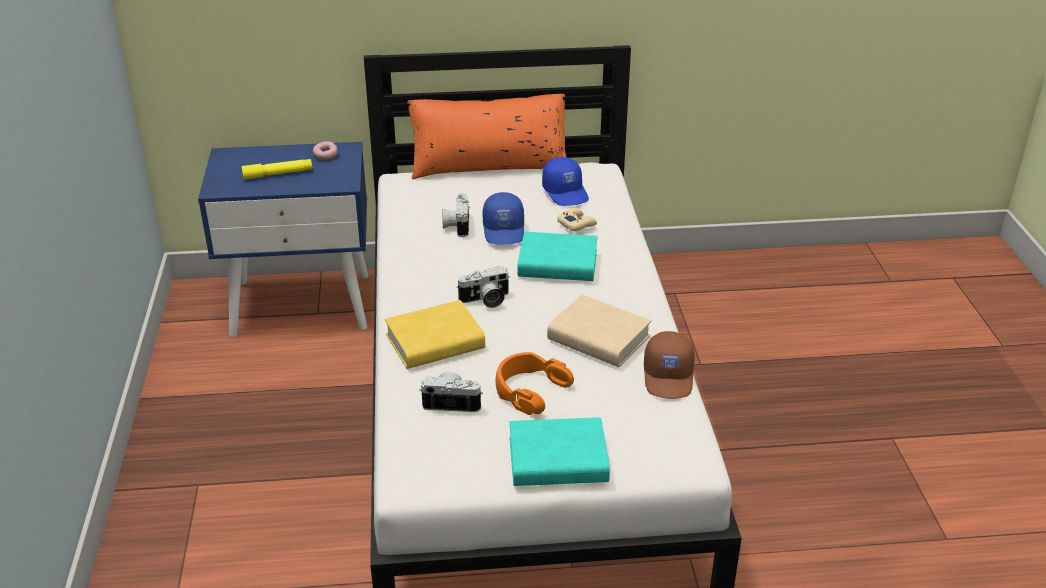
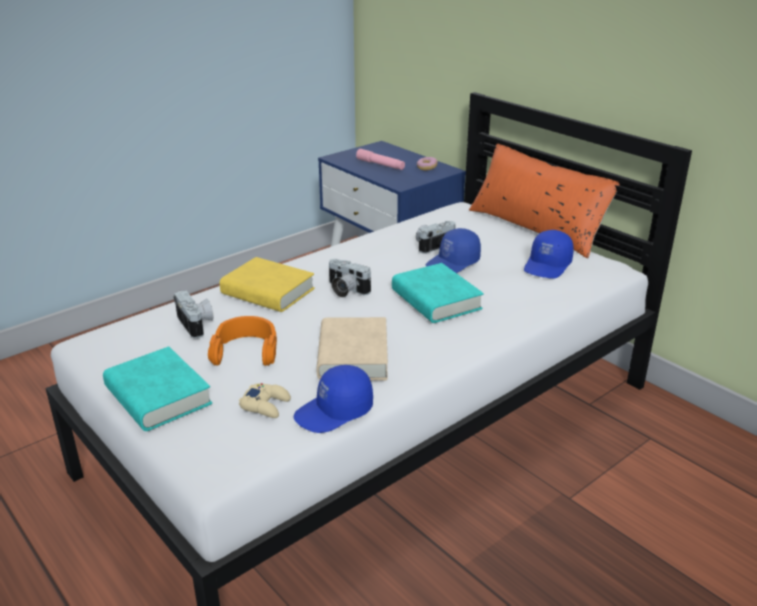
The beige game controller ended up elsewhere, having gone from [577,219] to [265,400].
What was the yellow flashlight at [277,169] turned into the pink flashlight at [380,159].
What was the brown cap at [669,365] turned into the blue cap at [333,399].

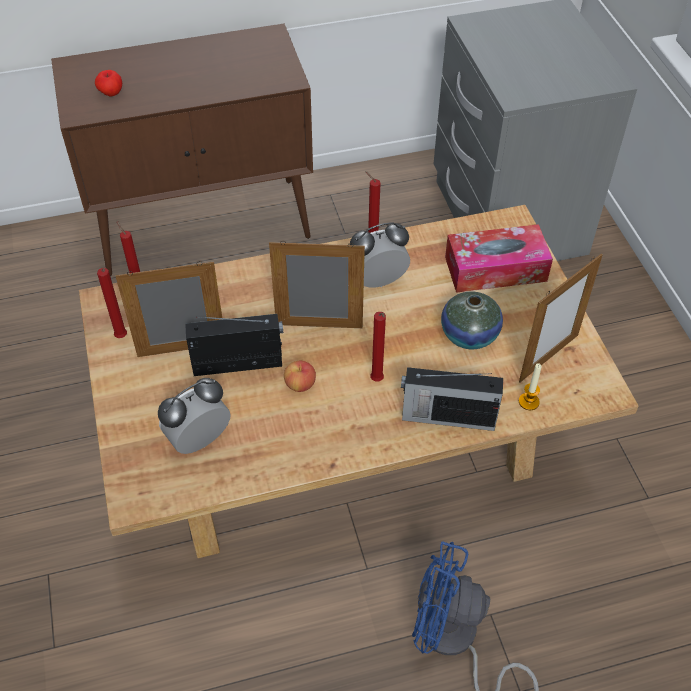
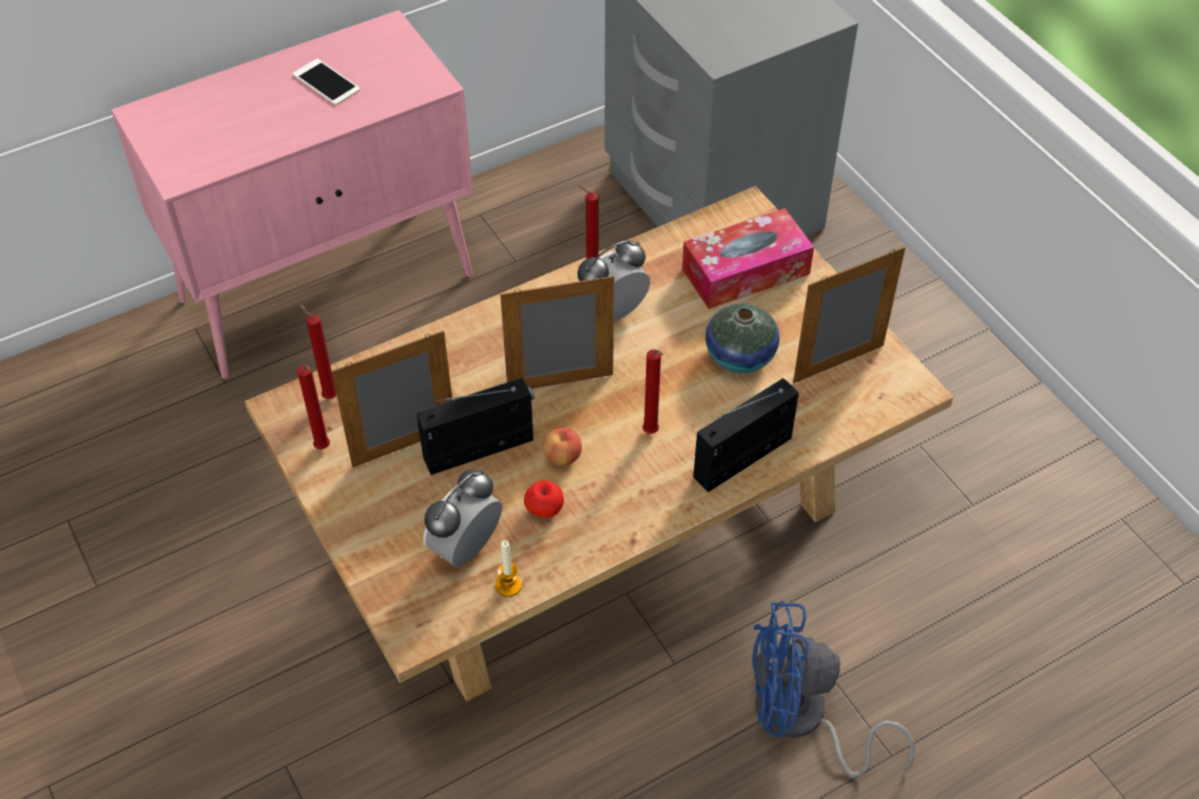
The second view gained the phone at [326,82].
The apple ended up elsewhere, having gone from [108,83] to [544,499].
The candle ended up elsewhere, having gone from [530,386] to [508,568].
What was the brown cabinet at [182,150] turned into the pink cabinet at [292,194].
The radio at [452,399] ended up facing another way, 150 degrees clockwise from before.
The picture frame at [561,317] ended up facing another way, 150 degrees counterclockwise from before.

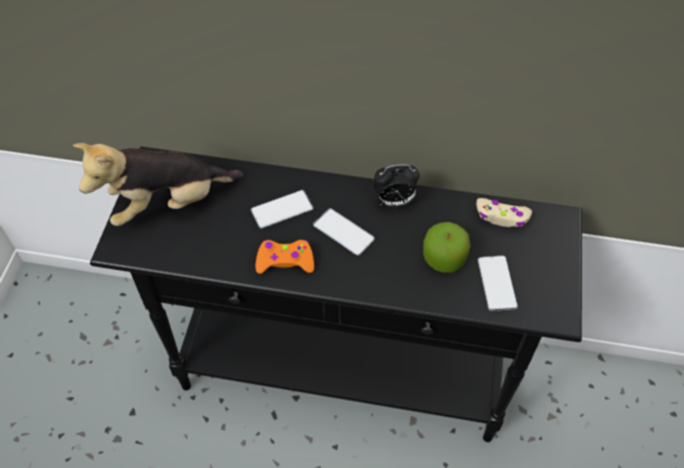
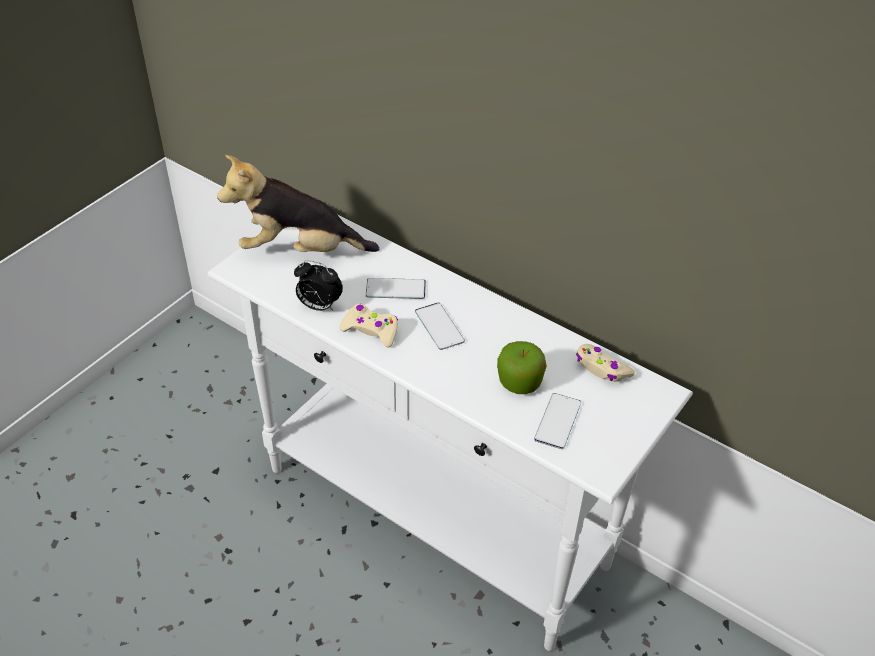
The alarm clock ended up elsewhere, having gone from [396,185] to [318,285].
What was the black console table at [336,294] turned into the white console table at [450,433].
What was the orange game controller at [284,257] turned into the beige game controller at [369,326].

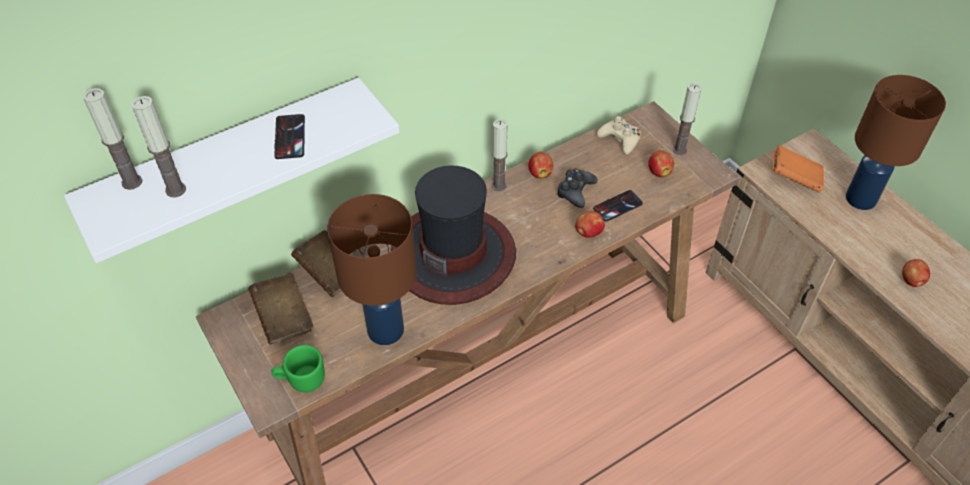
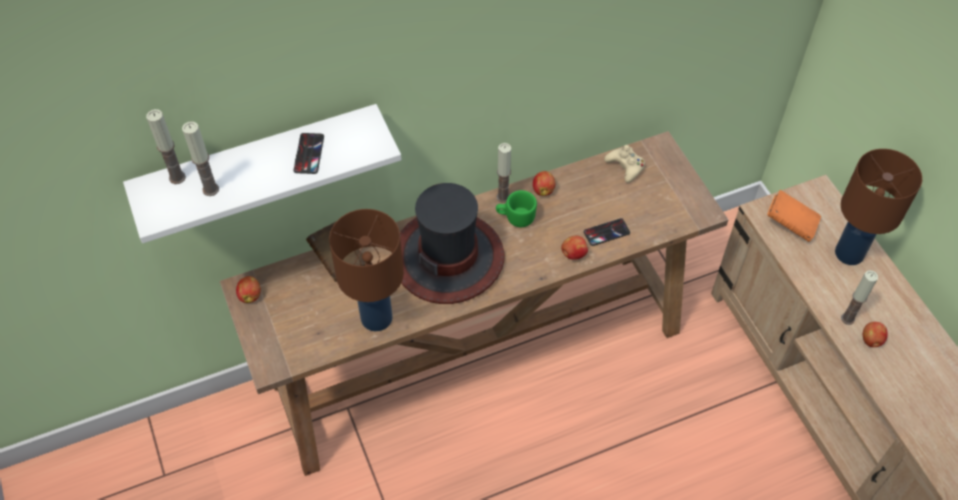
The second view lost the brown book at [281,308].
The second view lost the black game controller at [577,188].
The green mug ended up elsewhere, having gone from [298,368] to [516,208].
The apple ended up elsewhere, having gone from [661,163] to [248,289].
The candle ended up elsewhere, having gone from [687,119] to [859,297].

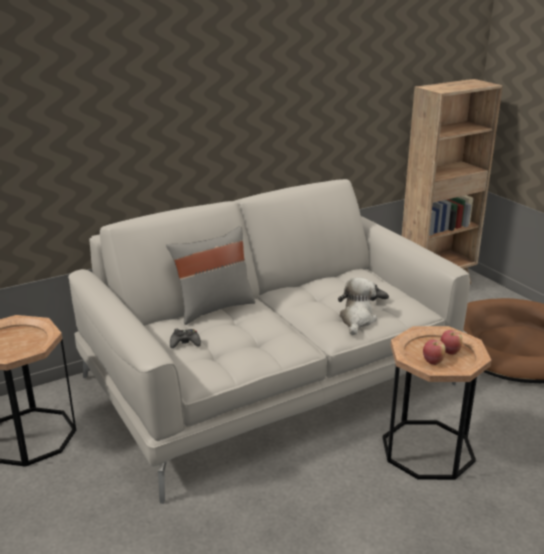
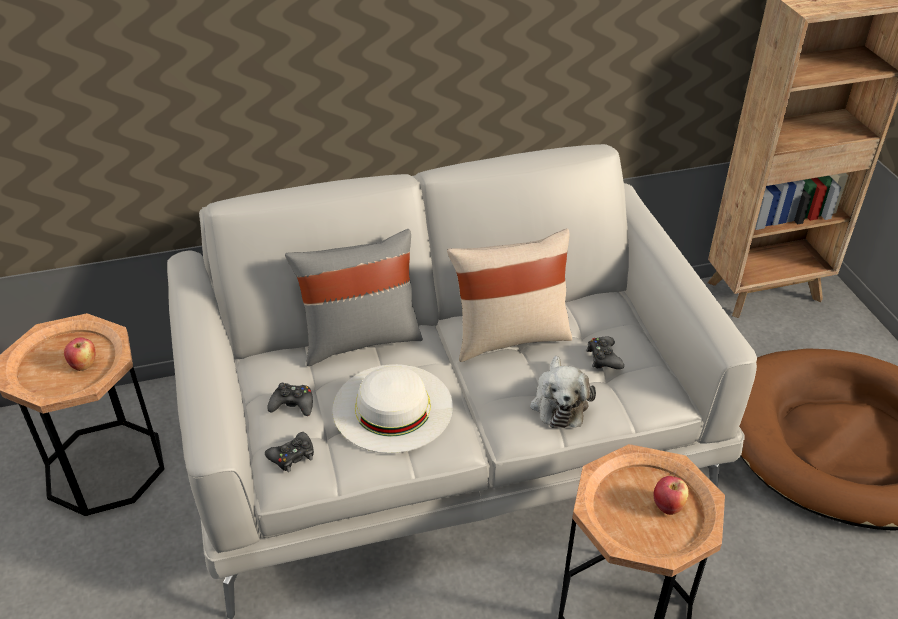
The second view gained the black game controller at [289,452].
The second view gained the white hat at [392,408].
The second view gained the beige pillow at [509,295].
The apple ended up elsewhere, having gone from [434,352] to [80,354].
The plush toy at [357,306] ended up facing another way, 150 degrees clockwise from before.

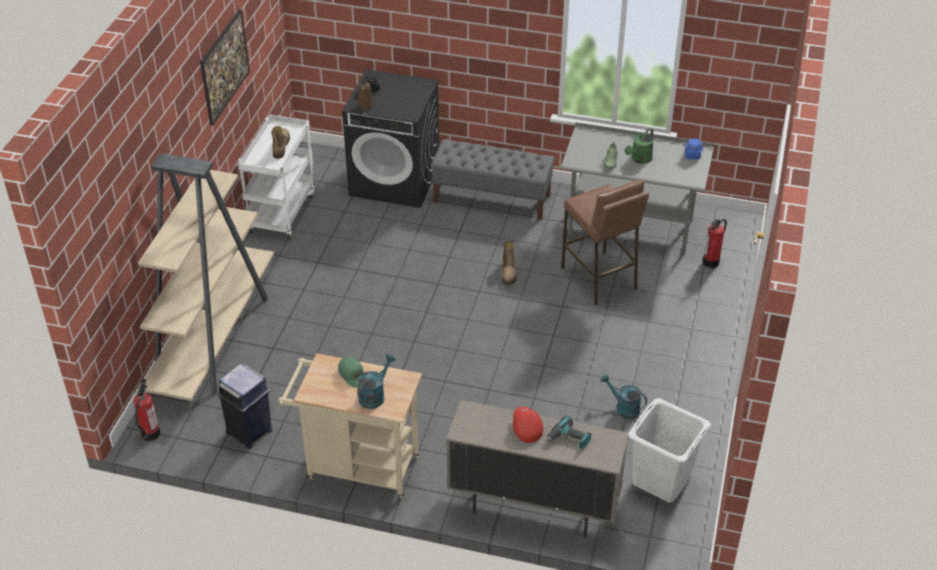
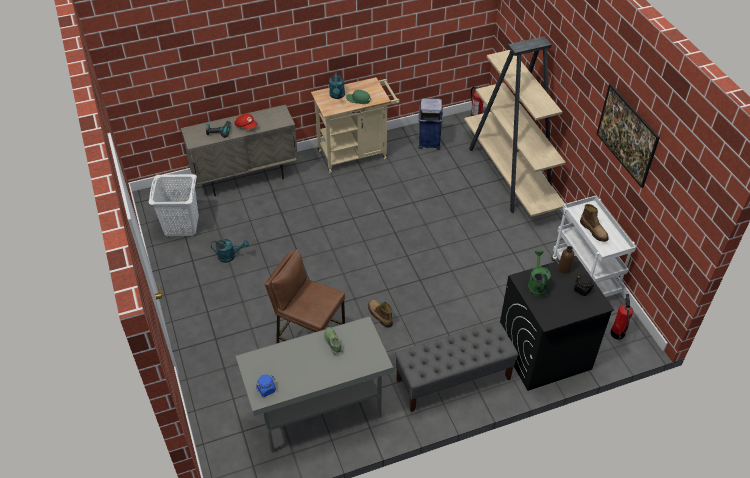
The green watering can ended up elsewhere, having gone from [639,146] to [539,273].
The fire extinguisher ended up elsewhere, having gone from [715,243] to [621,317].

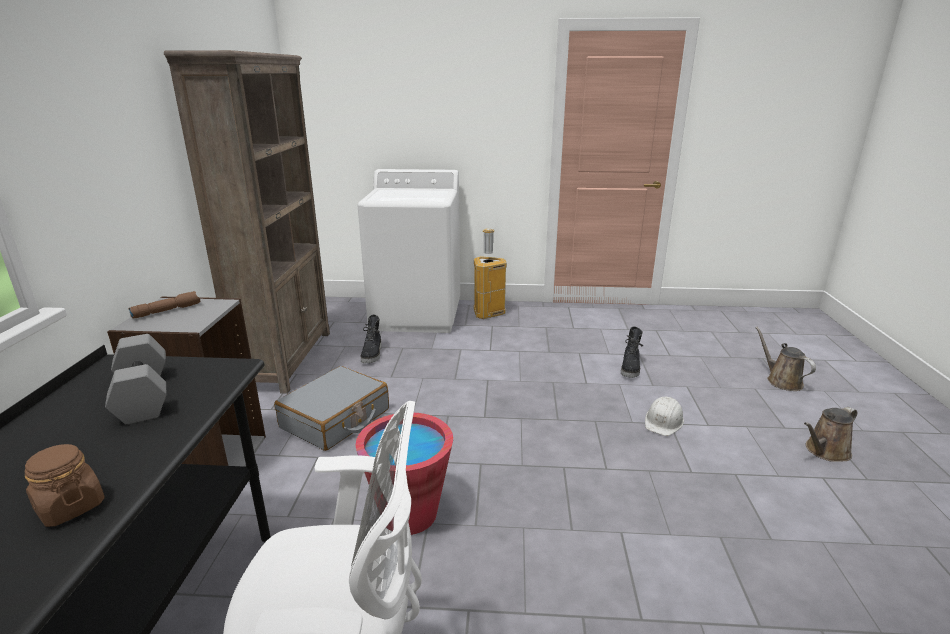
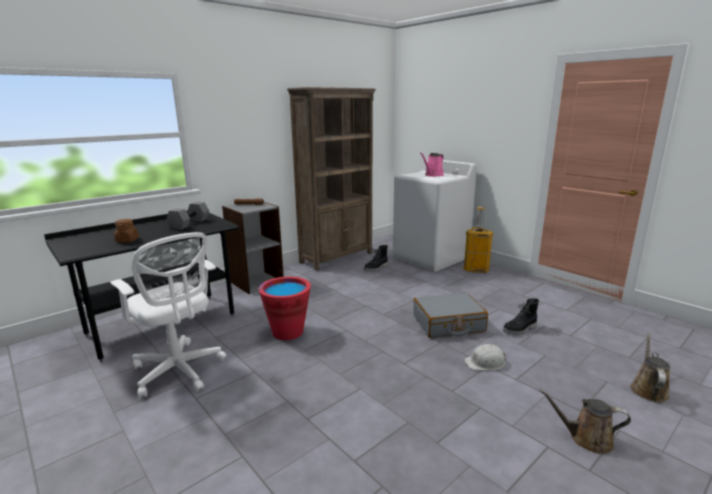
The second view gained the pink watering can at [432,165].
The grey suitcase ended up elsewhere, having gone from [331,408] to [450,315].

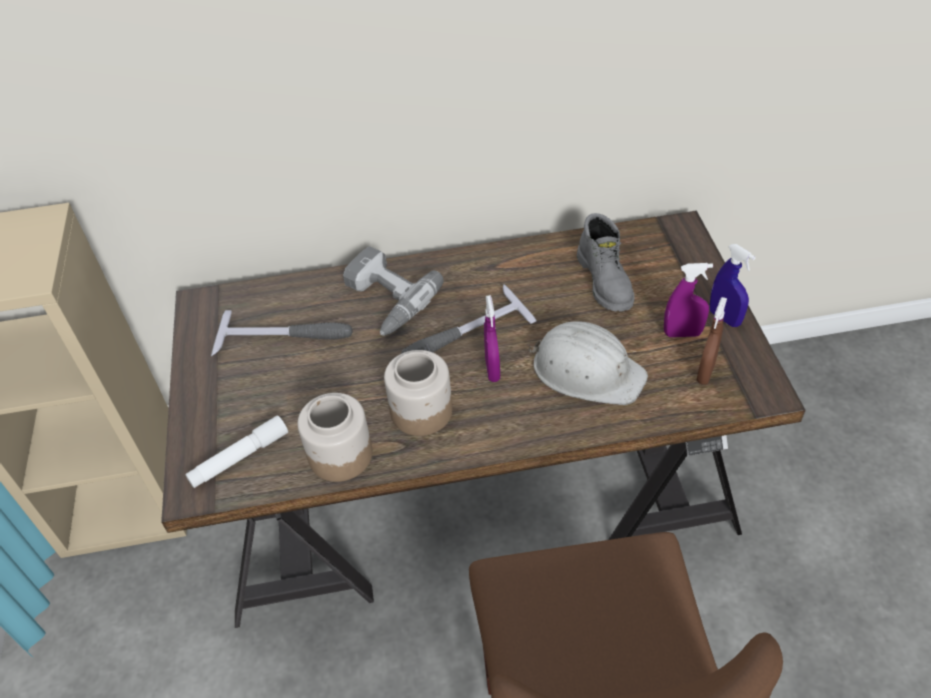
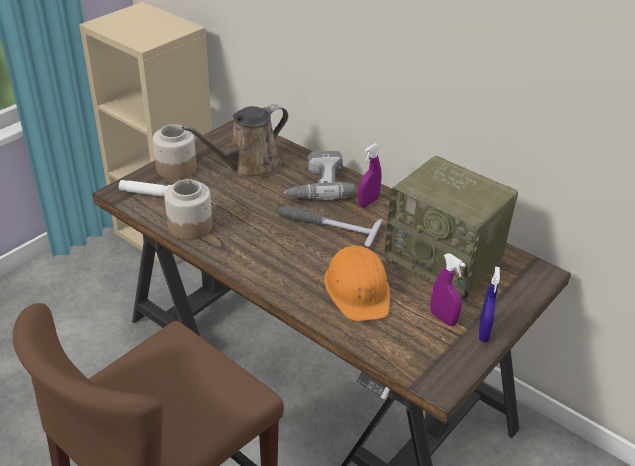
The second view lost the brown spray bottle at [711,341].
The jar ended up elsewhere, having gone from [418,393] to [175,152].
The purple spray bottle ended up elsewhere, having gone from [492,338] to [370,175].
Where the hammer stood at [282,333], the brown watering can came to stand at [235,141].
Where the grey boot stood at [605,262], the radio came to stand at [451,228].
What was the white hard hat at [588,363] turned into the orange hard hat at [357,283].

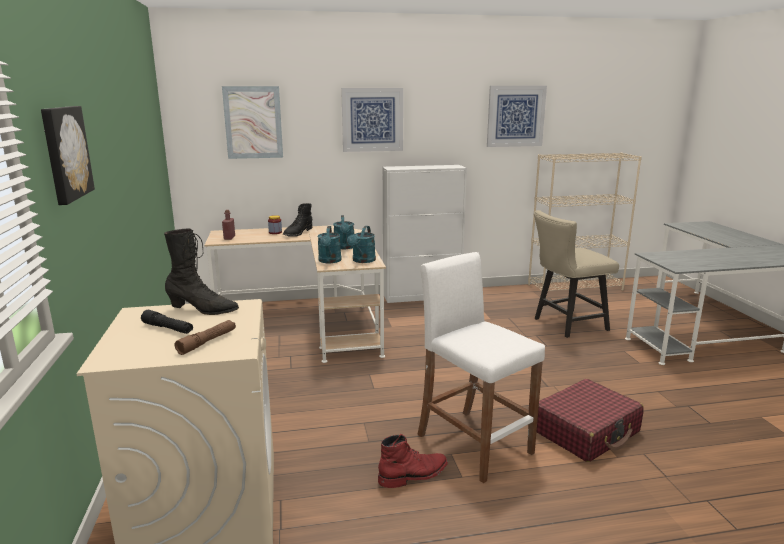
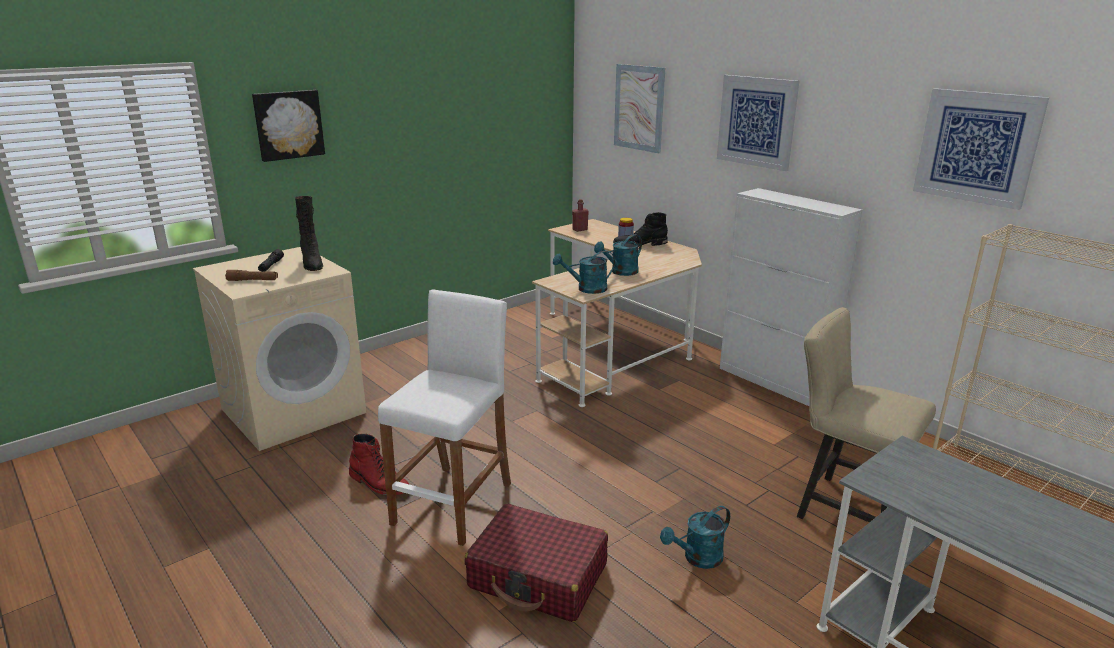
The turquoise watering can ended up elsewhere, having gone from [329,244] to [695,537].

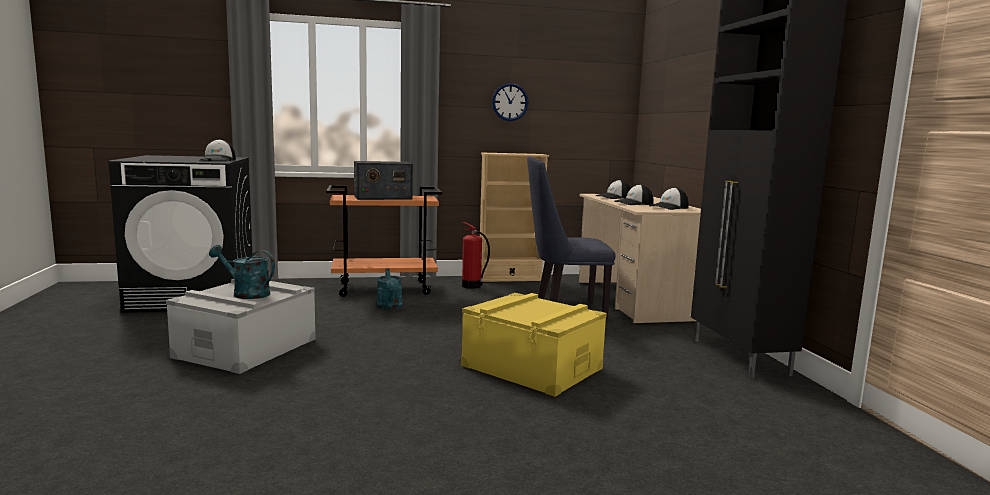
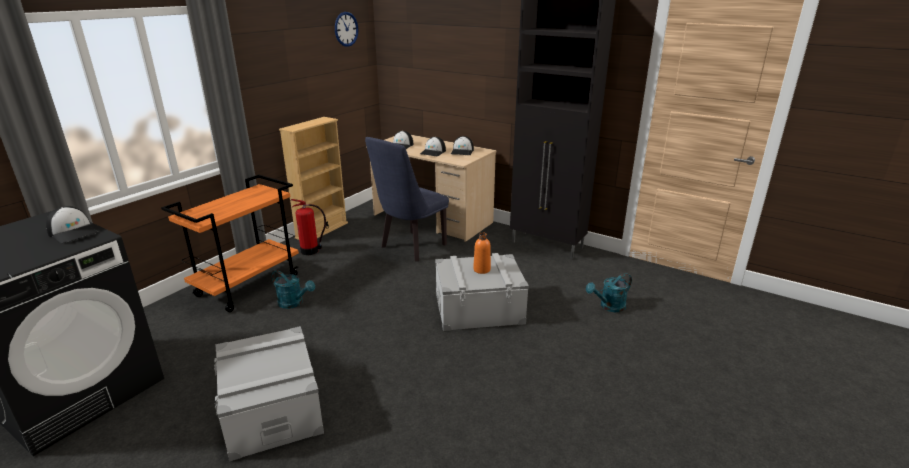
The second view lost the radio at [383,180].
The second view gained the orange bottle at [482,253].
The turquoise watering can ended up elsewhere, having gone from [242,272] to [609,292].
The wall clock ended up elsewhere, having gone from [510,102] to [346,29].
What was the yellow storage box at [534,345] turned into the grey storage box at [482,292].

